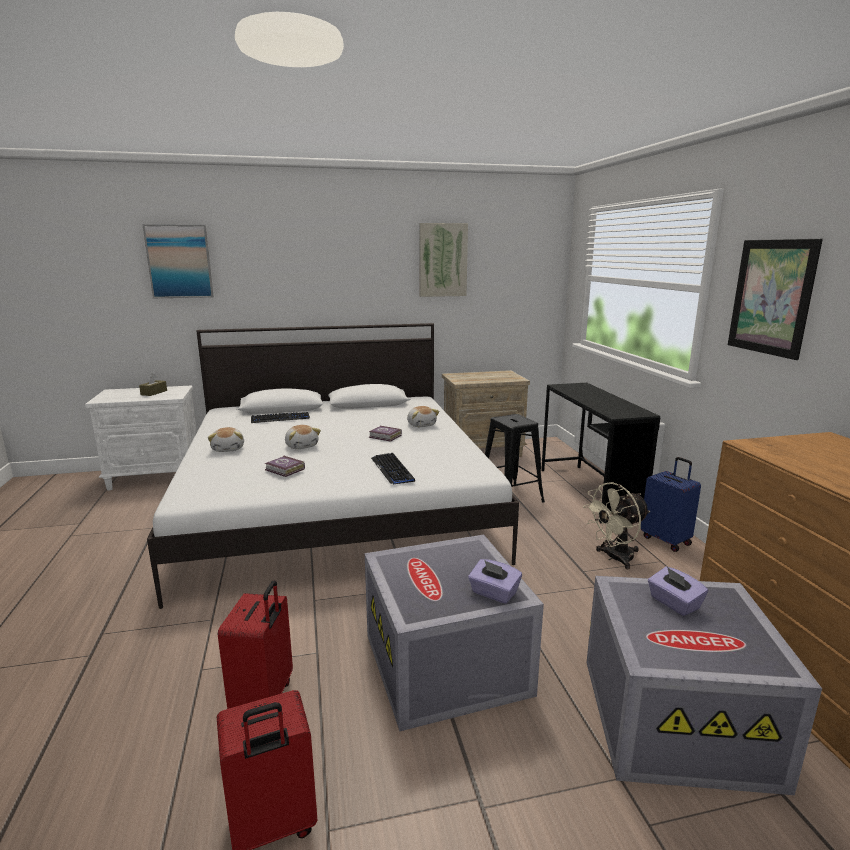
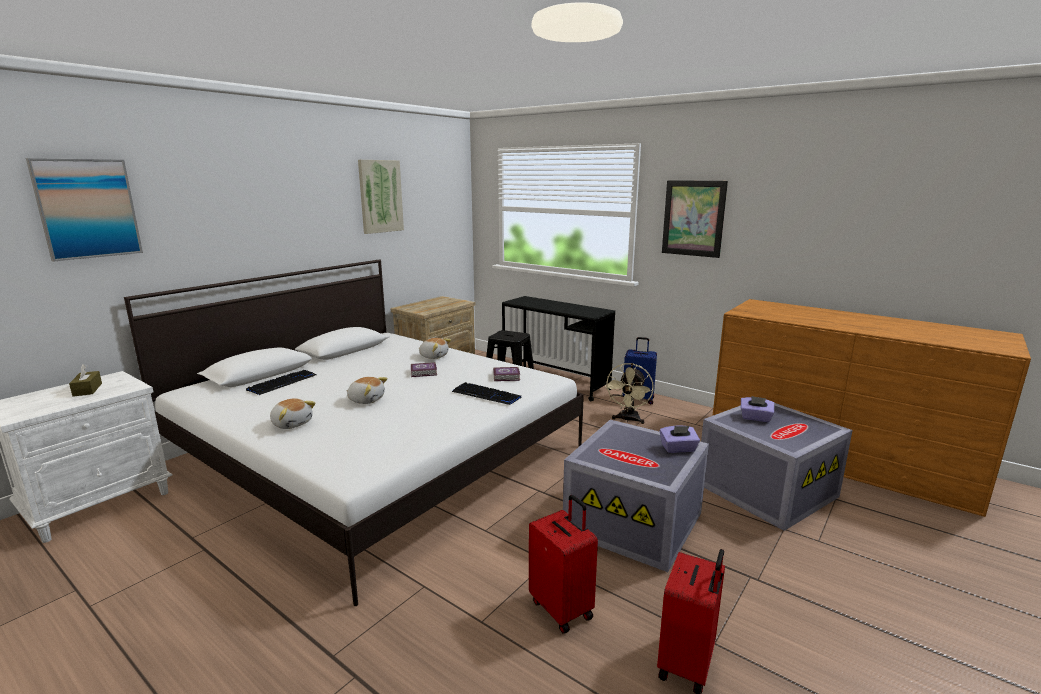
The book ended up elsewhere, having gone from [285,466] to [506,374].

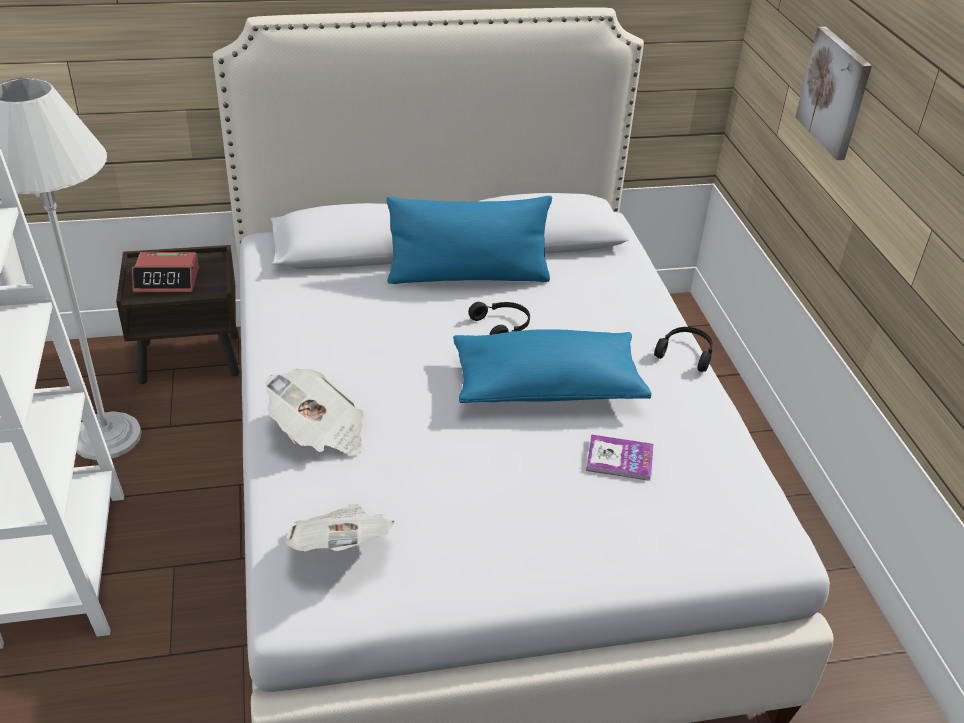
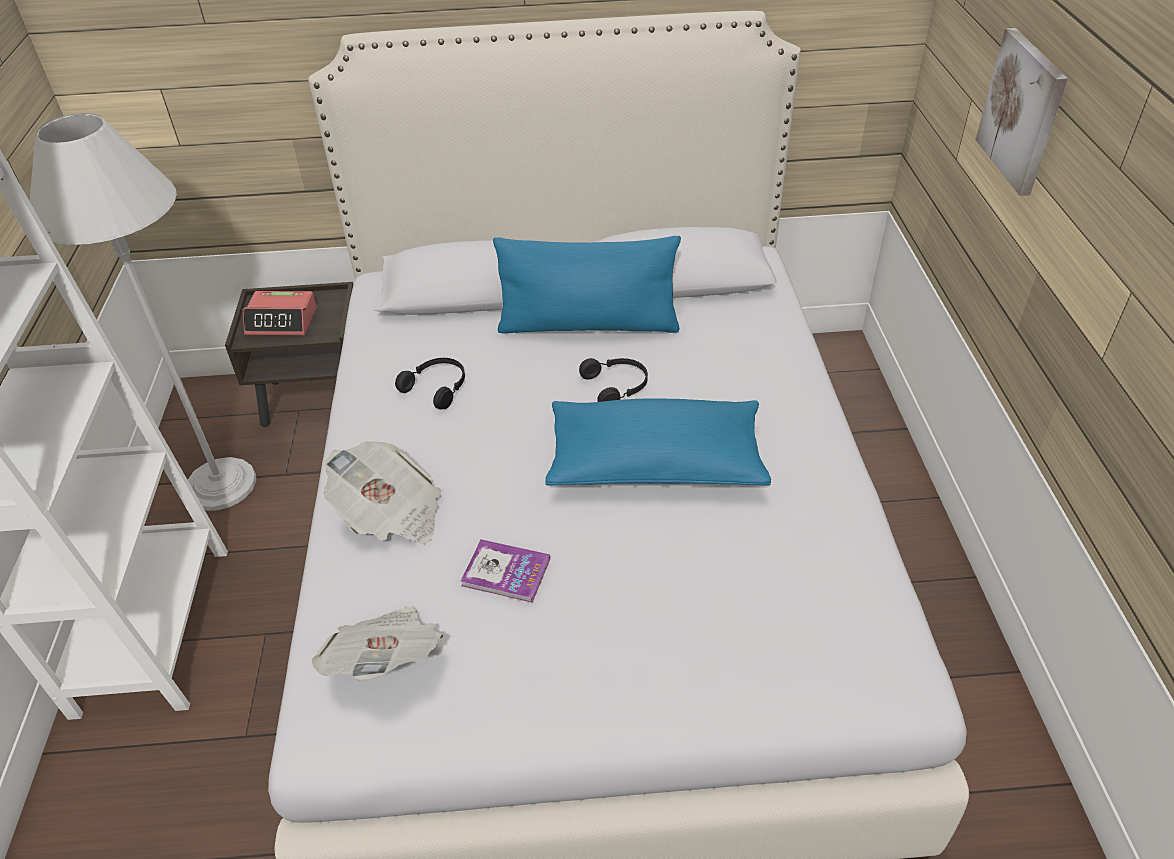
The book ended up elsewhere, having gone from [619,457] to [505,571].
The black headphones ended up elsewhere, having gone from [683,349] to [430,384].

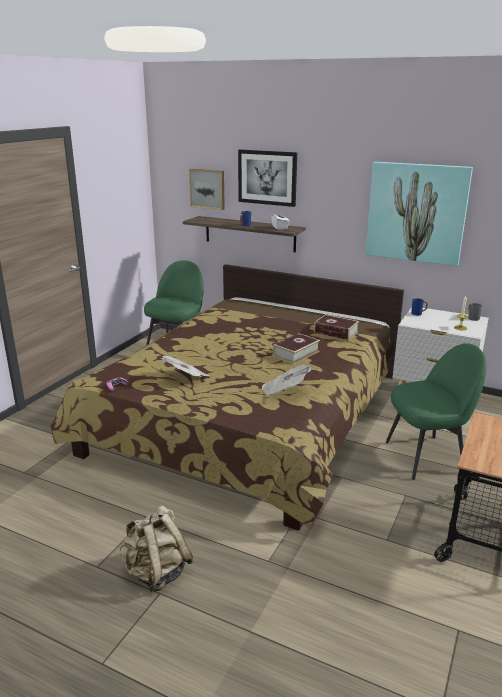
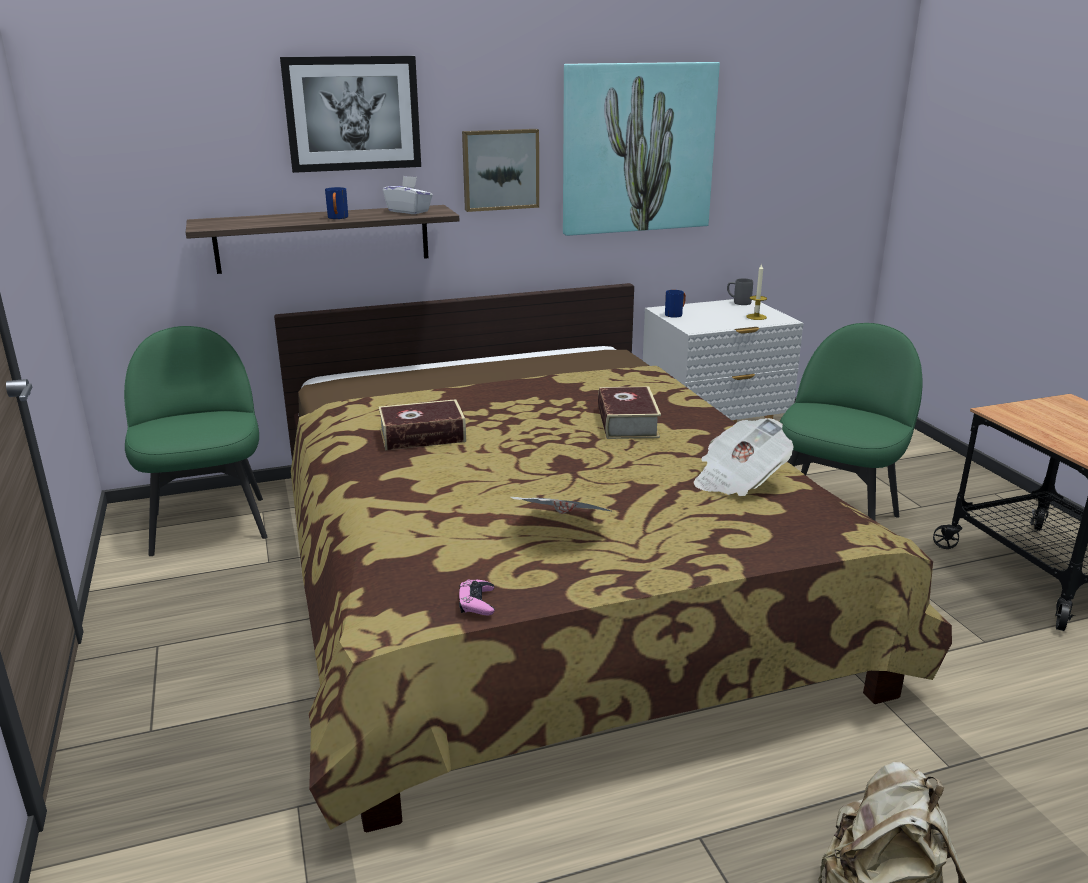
The picture ended up elsewhere, having gone from [207,189] to [500,170].
The book ended up elsewhere, having gone from [336,327] to [422,424].

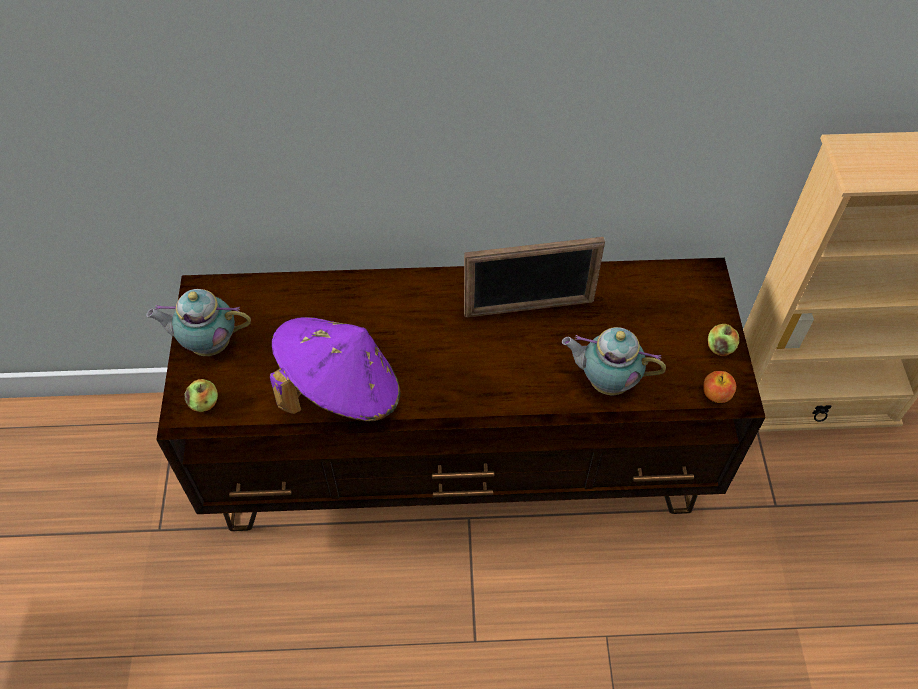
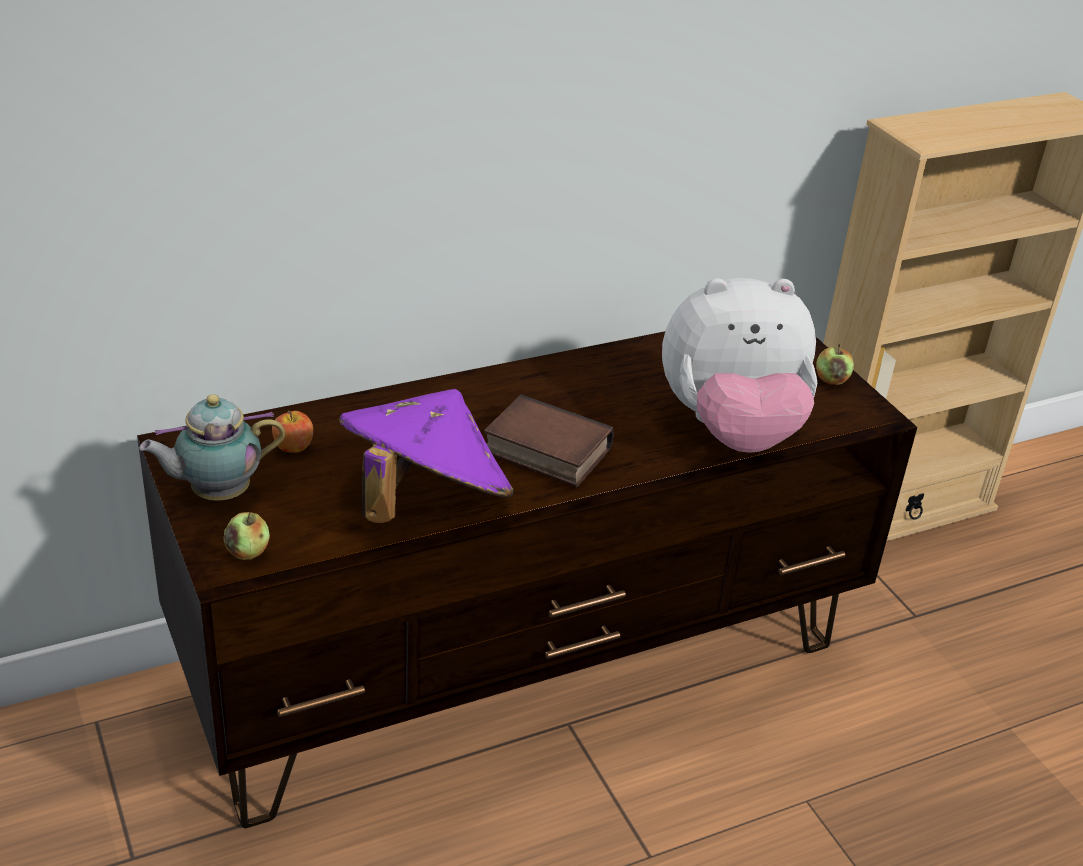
The second view lost the picture frame at [534,277].
The second view gained the book at [549,440].
The apple ended up elsewhere, having gone from [719,387] to [292,432].
Where the teapot stood at [614,361], the plush toy came to stand at [739,365].

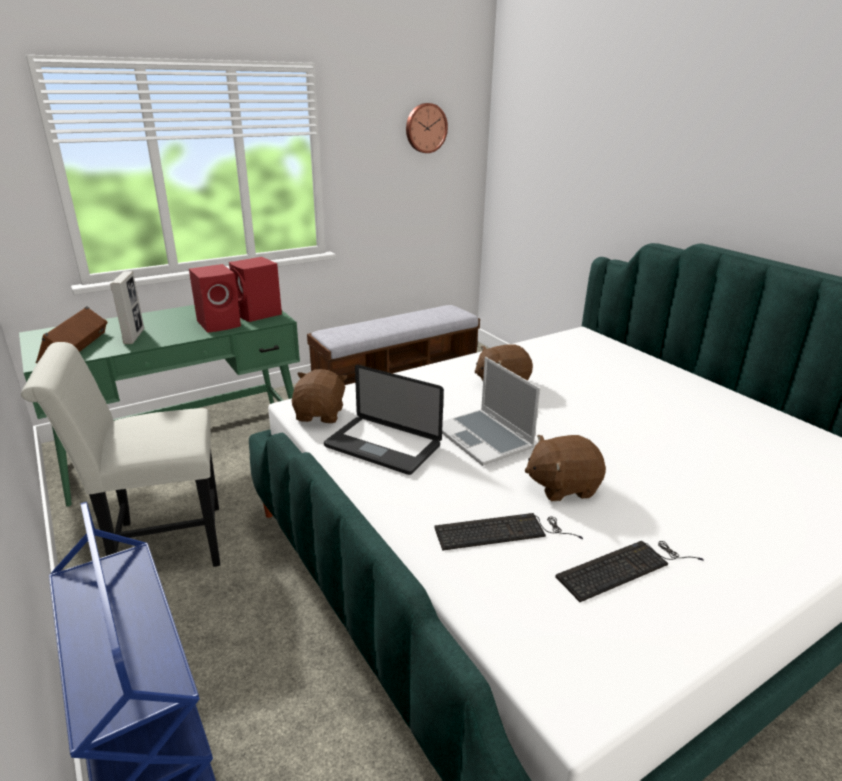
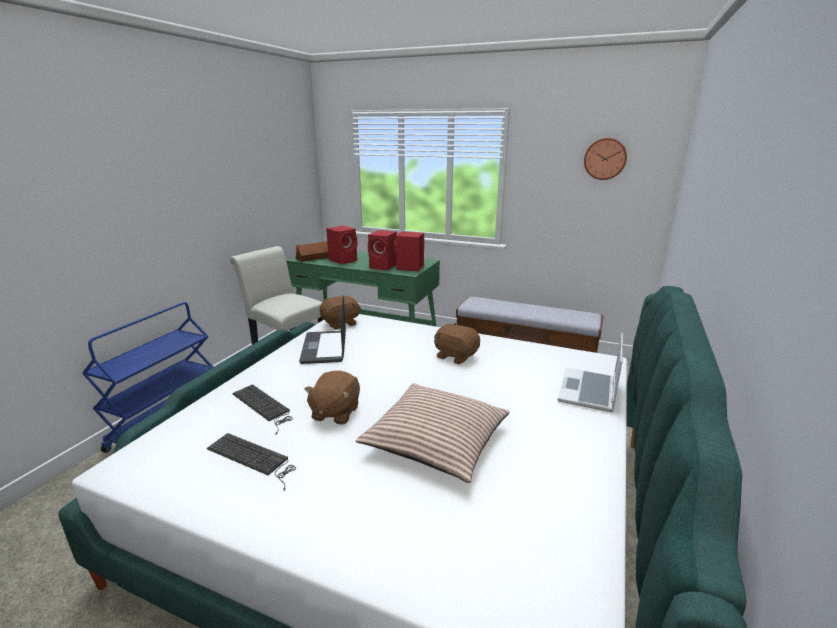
The second view gained the pillow at [433,433].
The laptop ended up elsewhere, having gone from [491,411] to [590,372].
Where the picture frame stood at [127,307], the red speaker came to stand at [341,245].
The brown plush toy at [565,468] ended up facing another way, 120 degrees counterclockwise from before.

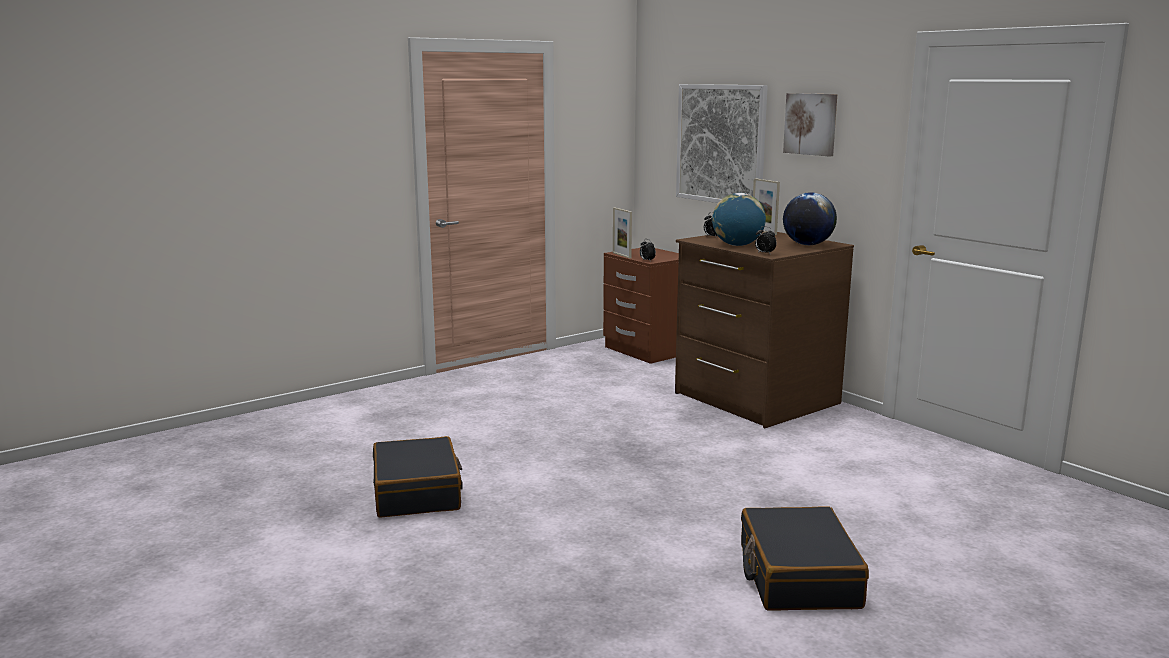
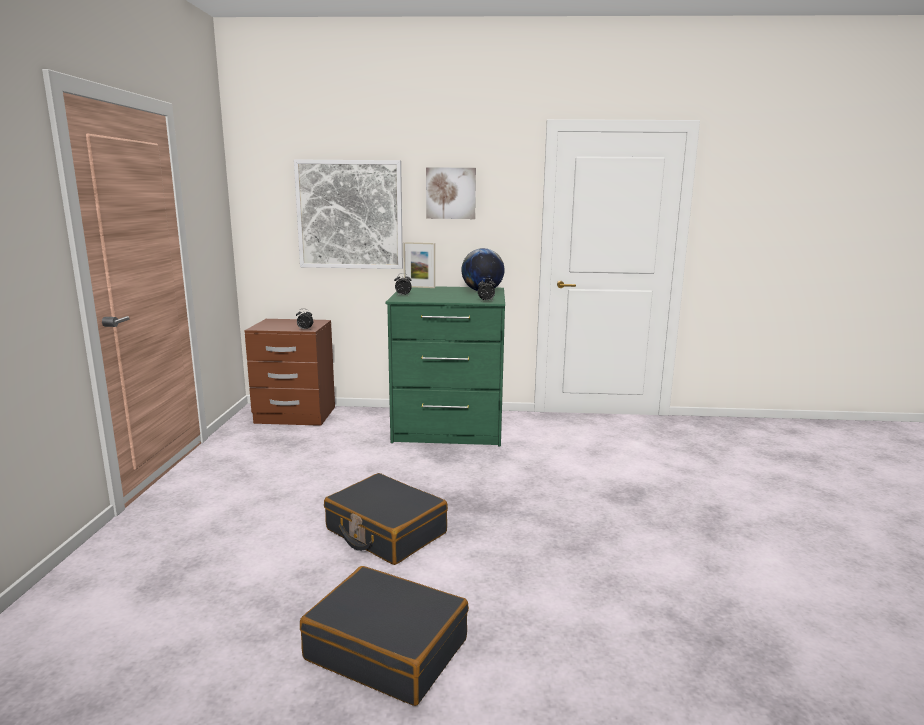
The second view lost the picture frame at [622,232].
The second view lost the globe at [739,219].
The black suitcase ended up elsewhere, having gone from [805,558] to [386,519].
What was the brown dresser at [764,330] turned into the green dresser at [445,366].

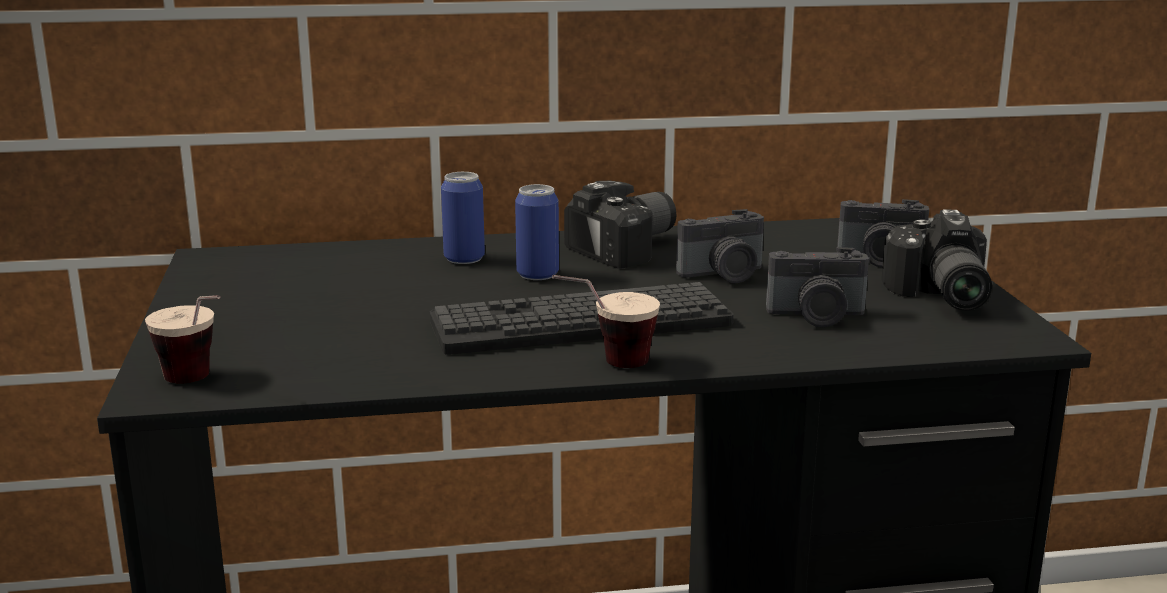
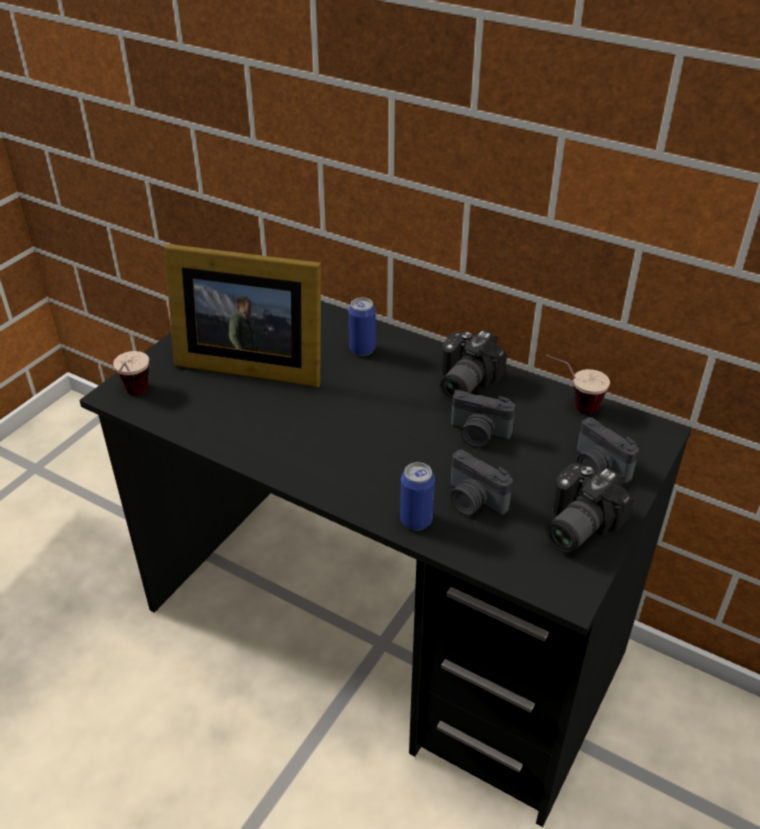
The second view lost the keyboard at [582,318].
The second view gained the picture frame at [242,315].
The can ended up elsewhere, having gone from [537,232] to [417,496].
The cup ended up elsewhere, having gone from [606,321] to [578,384].
The photo camera at [620,225] ended up facing another way, 120 degrees clockwise from before.

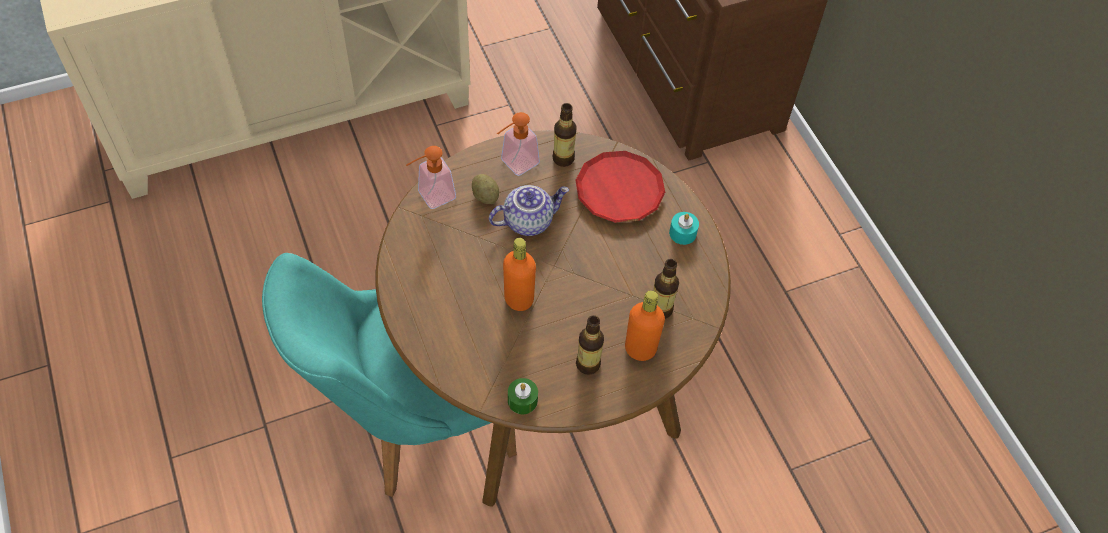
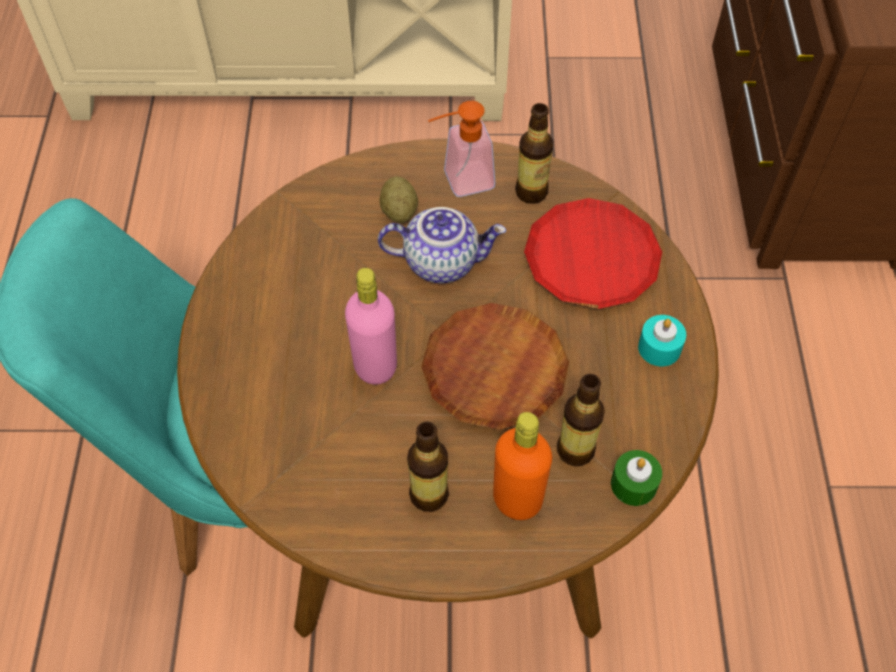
The second view lost the soap dispenser at [431,177].
The second view gained the brown plate at [495,366].
The green candle ended up elsewhere, having gone from [523,396] to [636,478].
What was the orange bottle at [519,274] turned into the pink bottle at [371,326].

